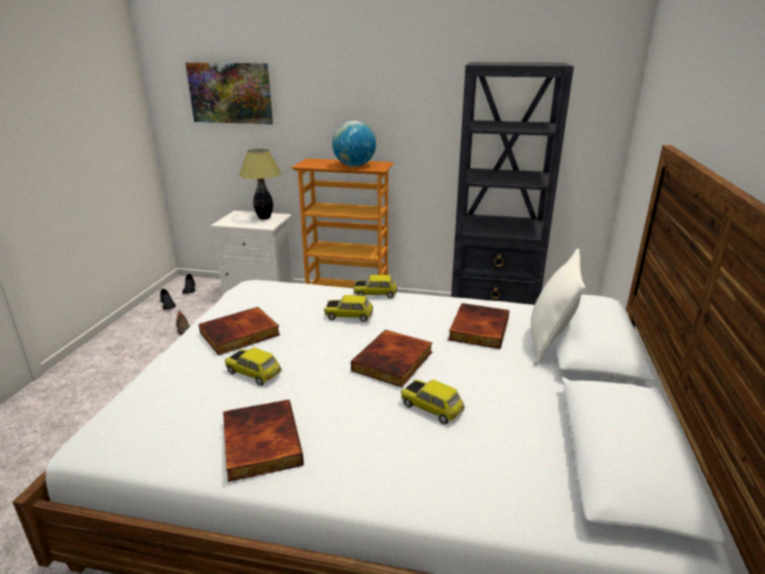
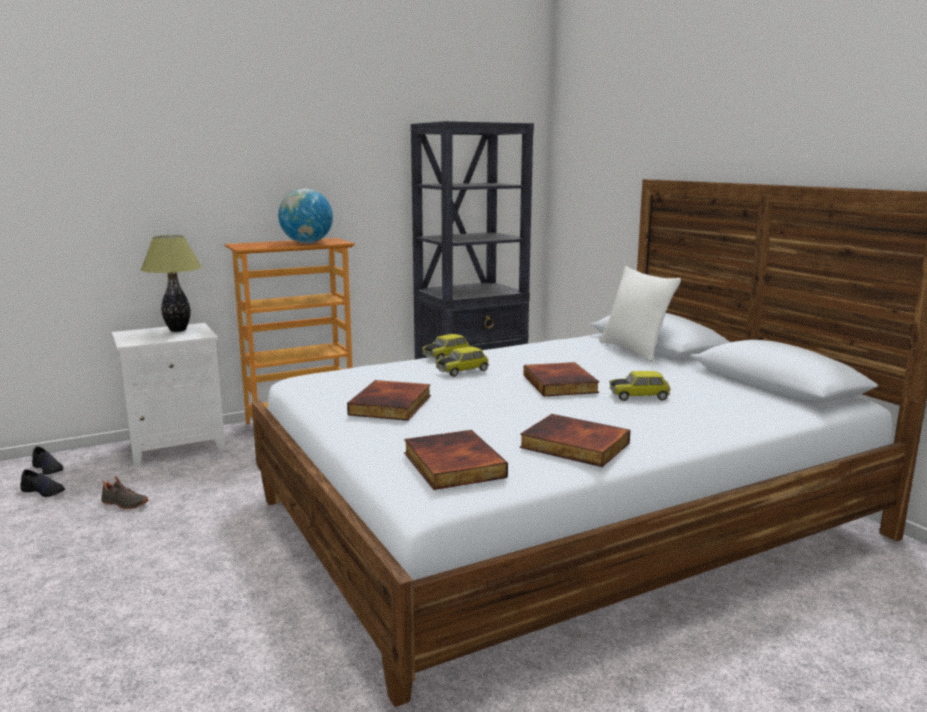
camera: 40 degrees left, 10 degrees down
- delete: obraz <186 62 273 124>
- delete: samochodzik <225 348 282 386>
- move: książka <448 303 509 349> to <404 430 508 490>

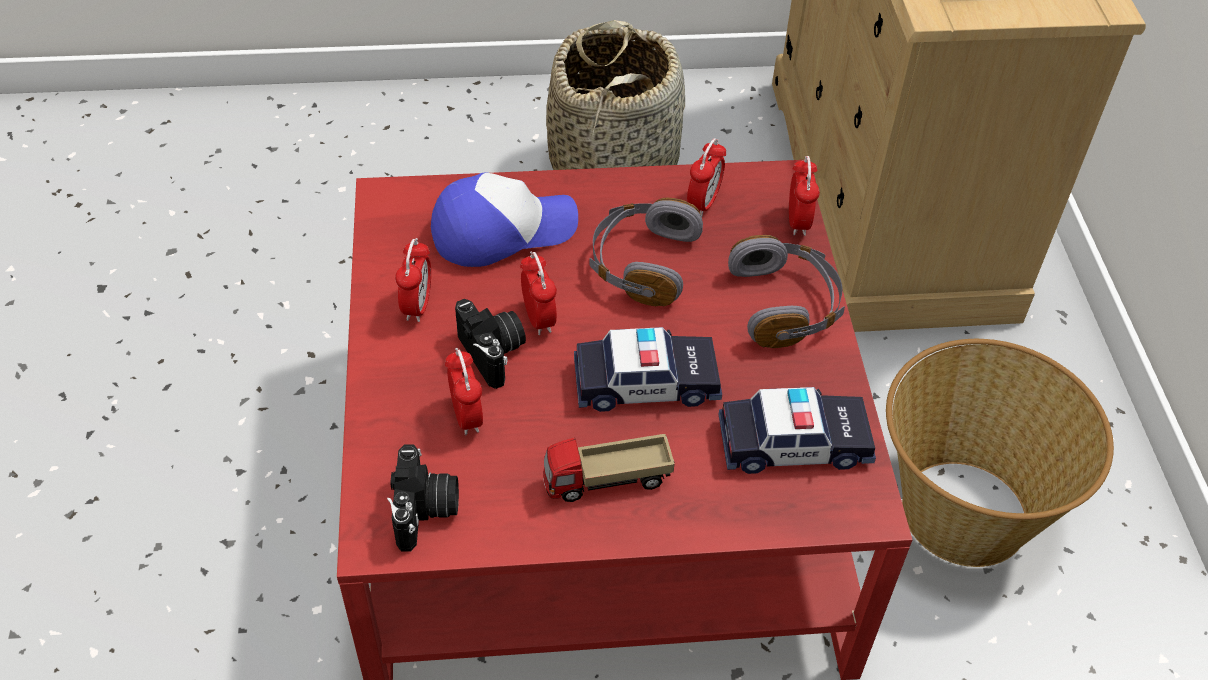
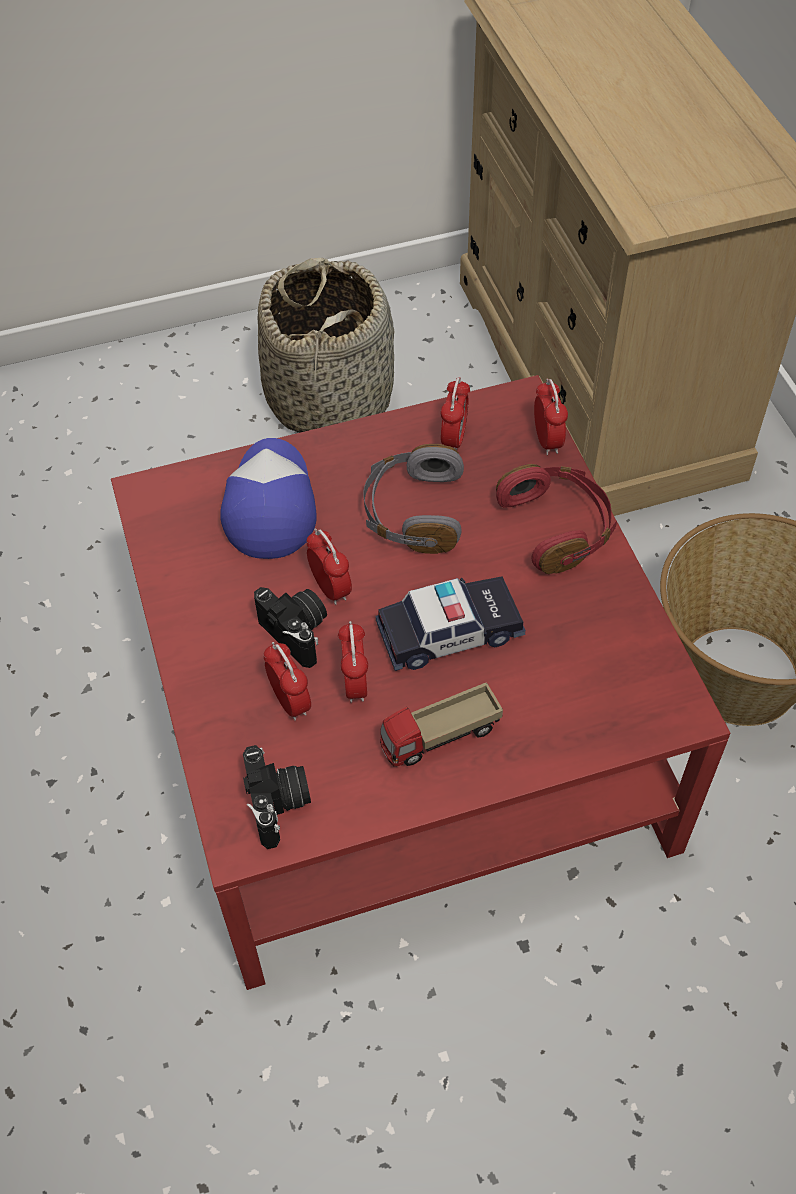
camera: 10 degrees left, 5 degrees up
- move: budzik <395 238 431 322> to <338 621 368 703>
- rotate: czapka z daszkiem <431 172 578 267> = <220 438 317 559> 60 degrees counterclockwise
- delete: samochodzik <719 387 876 474>
- recolor: słuchawki (szary) <728 235 845 348> to słuchawki (czerwony) <496 464 617 574>

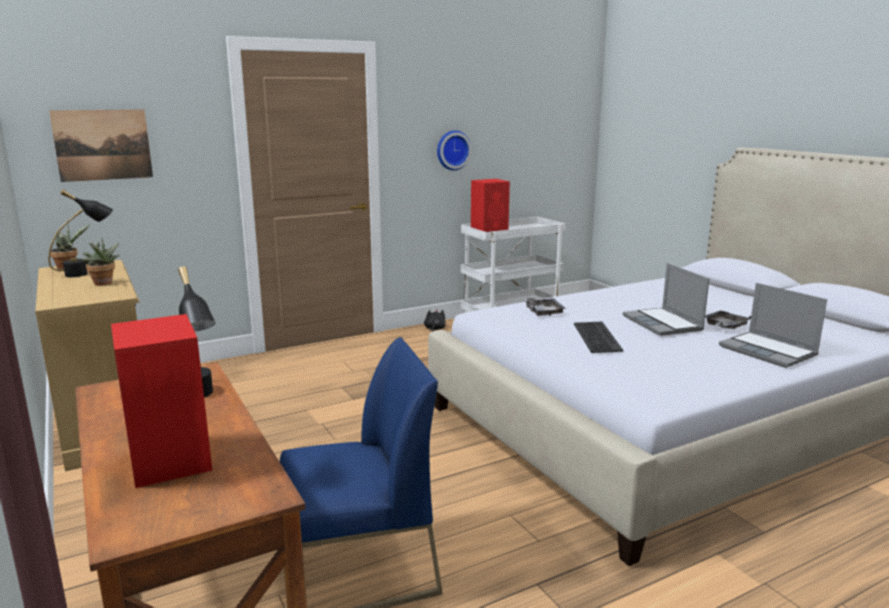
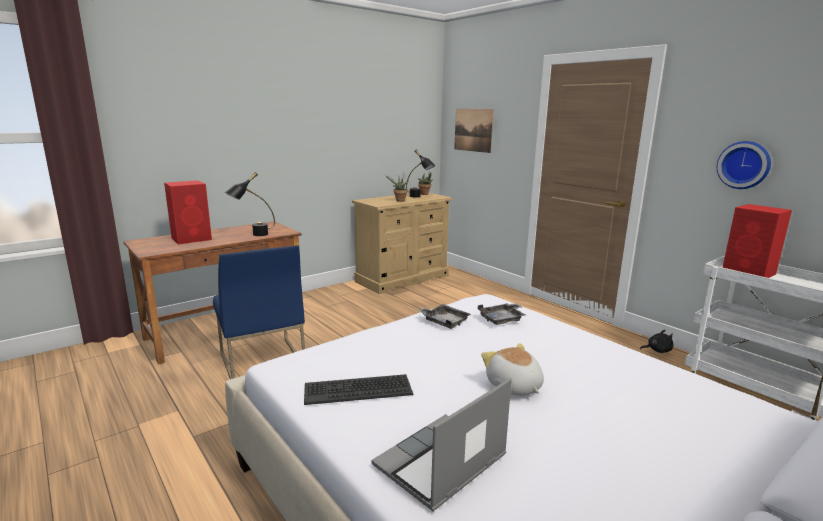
camera: 80 degrees right, 0 degrees up
- move: klawiatura <574 322 623 353> to <304 374 413 405>
- replace: laptop <623 263 709 336> to pluszak <481 343 544 396>
- move: taca (szary) <705 310 751 329> to <417 304 471 329>

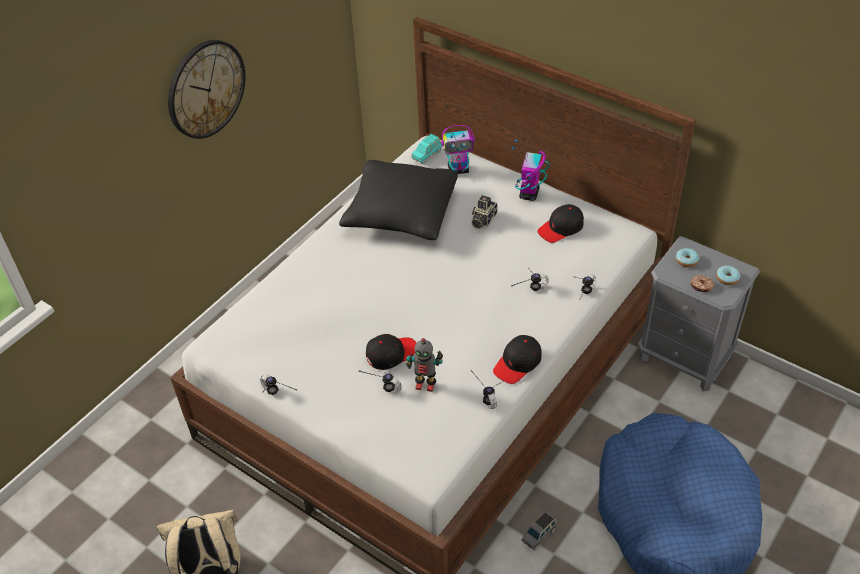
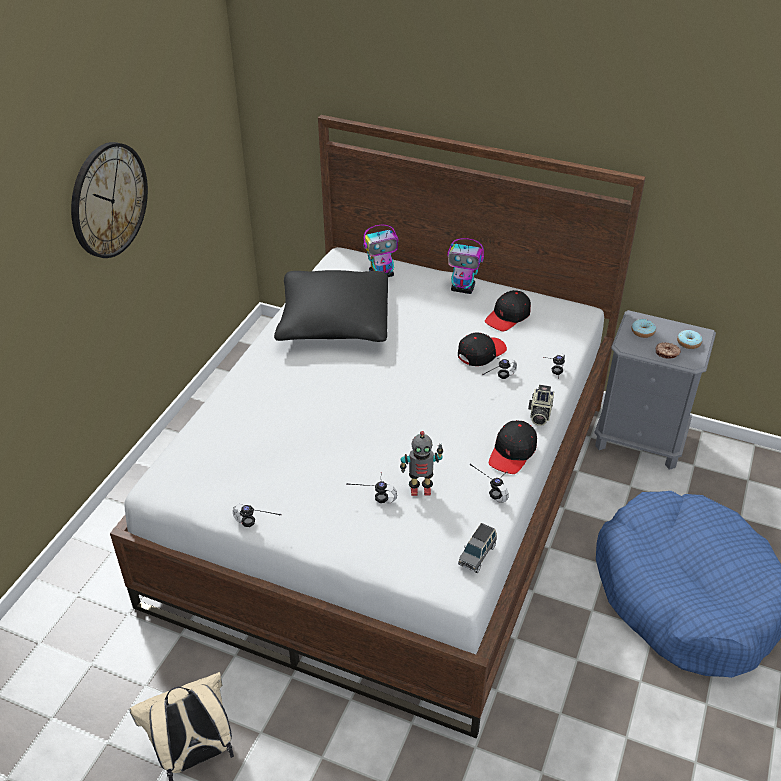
camera: 15 degrees left, 5 degrees down
- move: czapka z daszkiem (czarny) <366 334 417 370> to <458 332 507 366>
- delete: samochodzik (turkusowy) <412 134 442 165>
- move: aparat fotograficzny <471 195 497 229> to <528 385 554 426>
- rotate: robot zabawkowy <512 139 550 201> = <447 238 484 294> 75 degrees counterclockwise
- move: samochodzik (szary) <521 512 557 551> to <458 523 497 573>

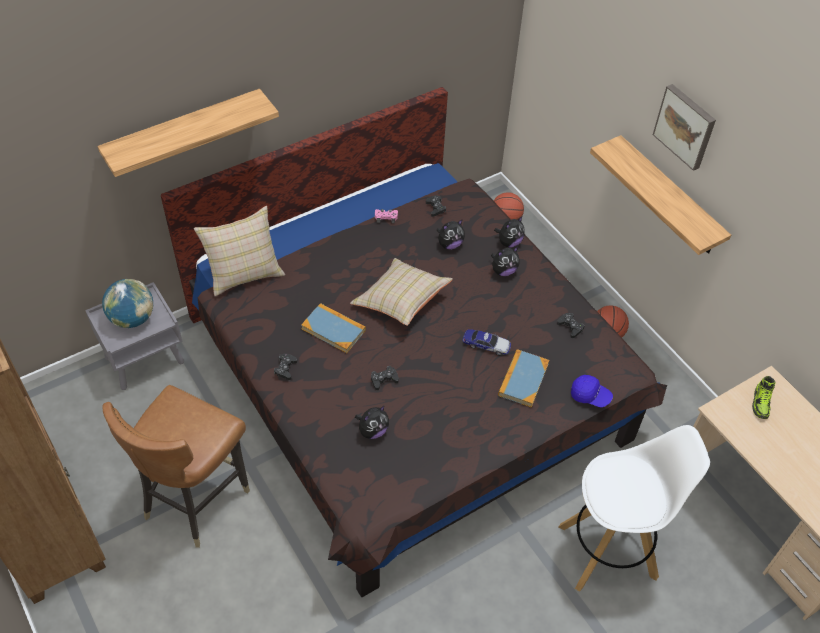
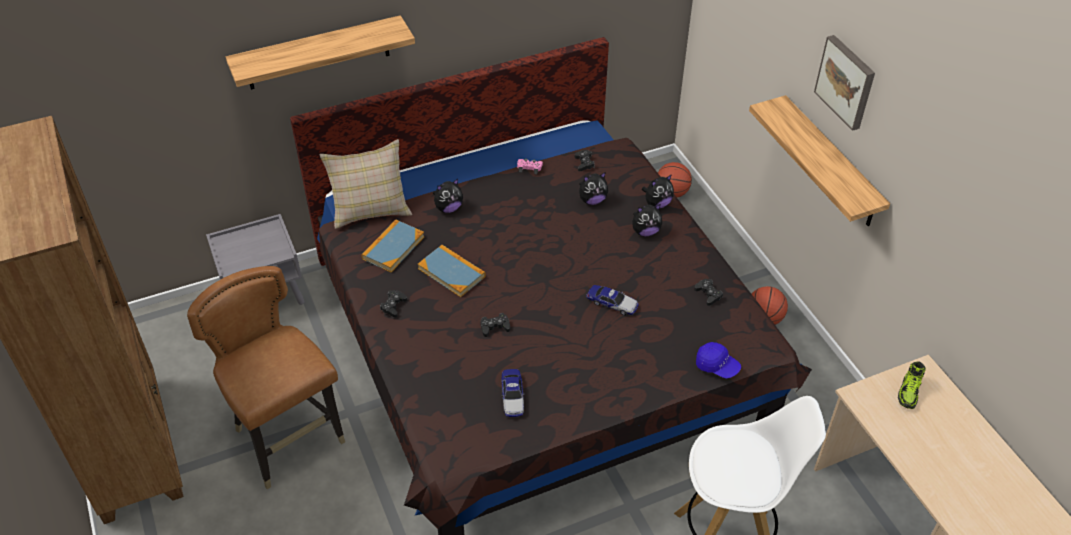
camera: 10 degrees right, 5 degrees down
- delete: globus <102 279 153 328>
- rotate: krzesło (brązowy) <102 385 250 548> = <187 266 345 489> 105 degrees clockwise
- delete: poduszka (beżowy) <350 258 453 326>
- move: pluszak <355 405 389 439> to <433 179 463 213>
- move: książka <498 349 549 408> to <361 220 424 272>
- insert: samochodzik <501 369 524 417>

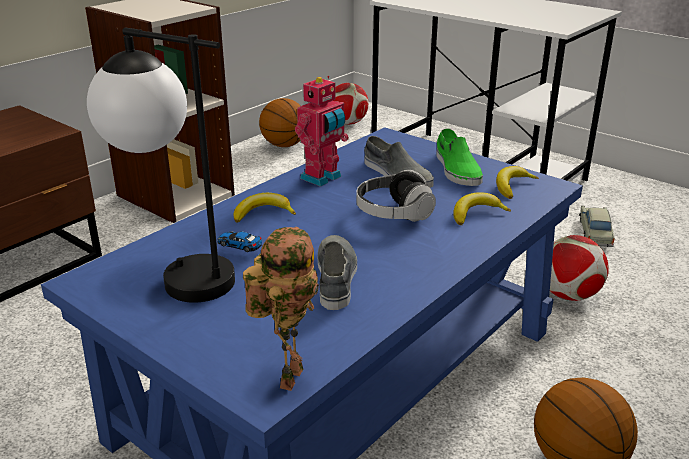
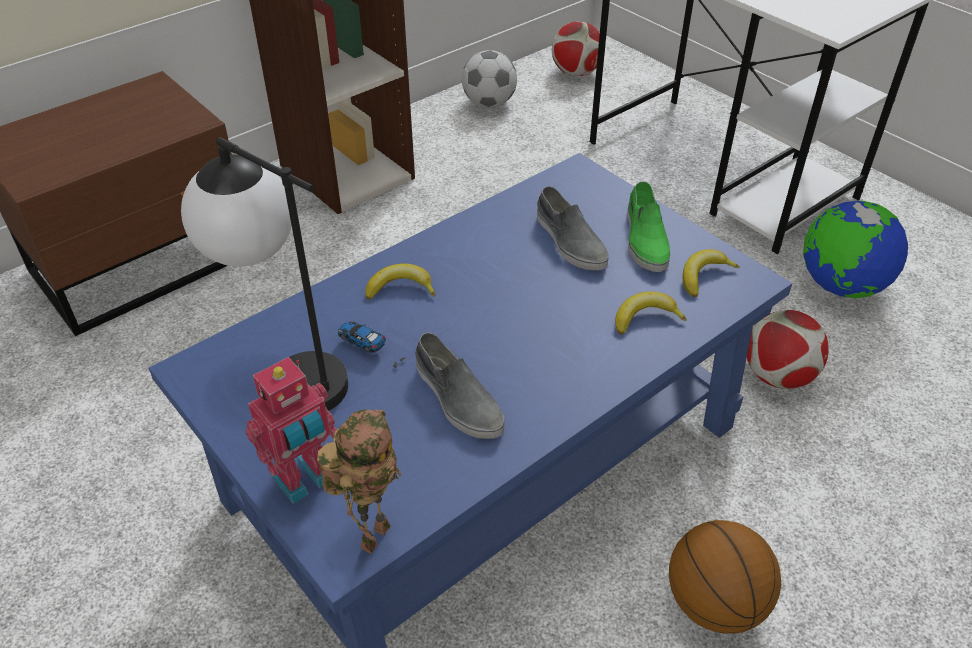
camera: 10 degrees right, 15 degrees up
- replace: piłka do koszykówki <259 98 301 147> to piłka futbolowa <462 50 517 108>
- move: robot zabawkowy <295 76 349 187> to <245 357 337 504>
- rotate: but (szary) <318 235 357 310> = <415 332 504 439> 135 degrees clockwise
- delete: słuchawki <356 170 436 222>
- replace: samochodzik (beżowy) <579 205 615 247> to globus <803 200 908 298>

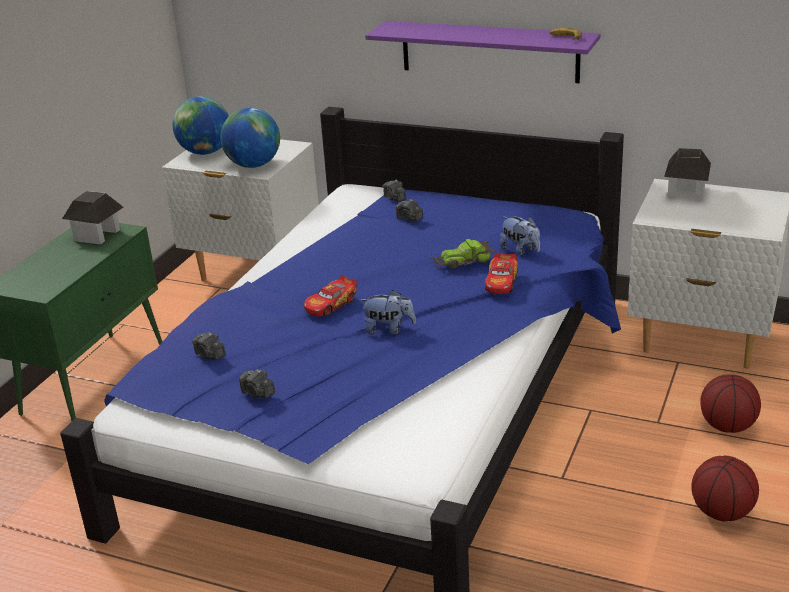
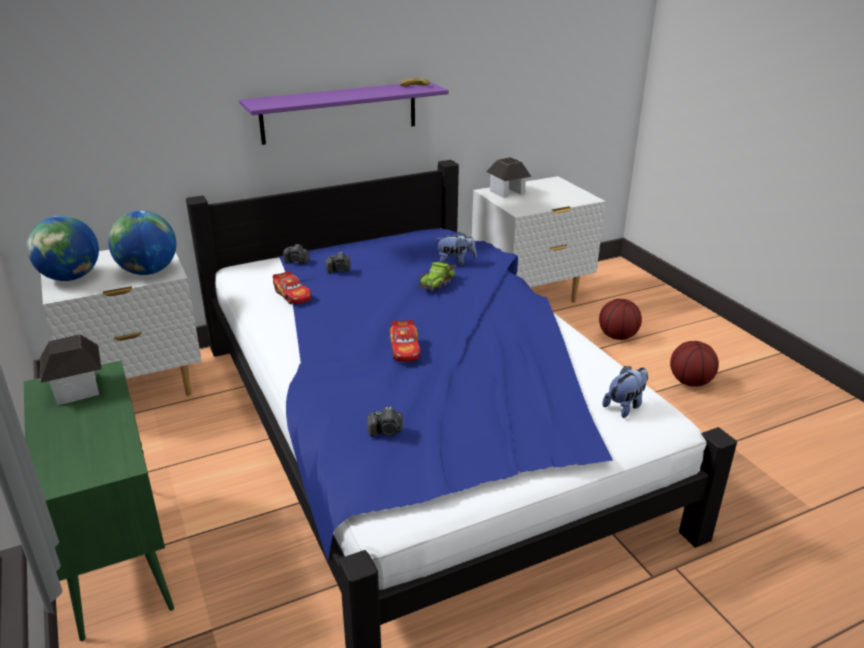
camera: 50 degrees left, 0 degrees up
- delete: aparat fotograficzny <239 369 275 398>
- move: pluszak <360 290 416 334> to <603 366 648 418>
- move: samochodzik <485 253 518 294> to <273 271 311 304>

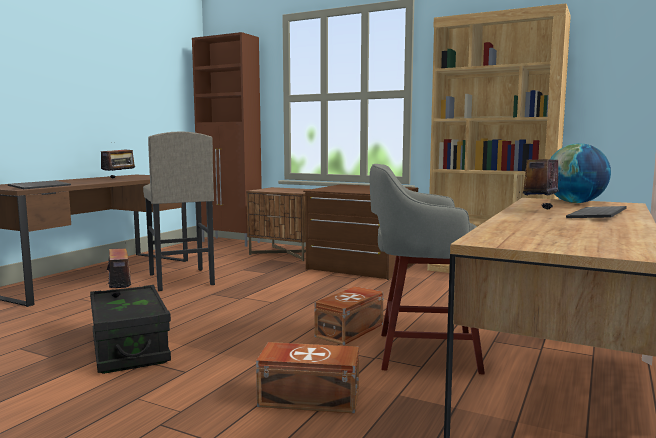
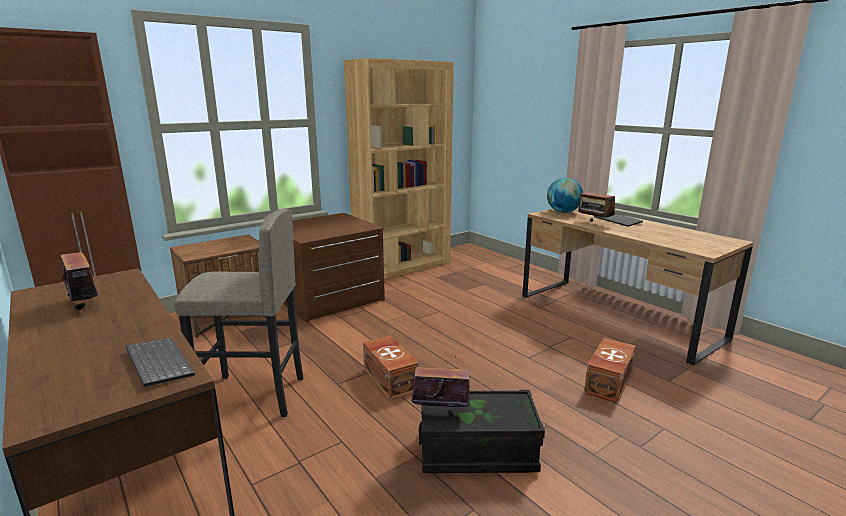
camera: 65 degrees left, 10 degrees up
- move: pojemnik do przechowywania (brązowy) <314 286 383 345> to <363 336 419 400>
- delete: stołek (szary) <370 164 485 374>

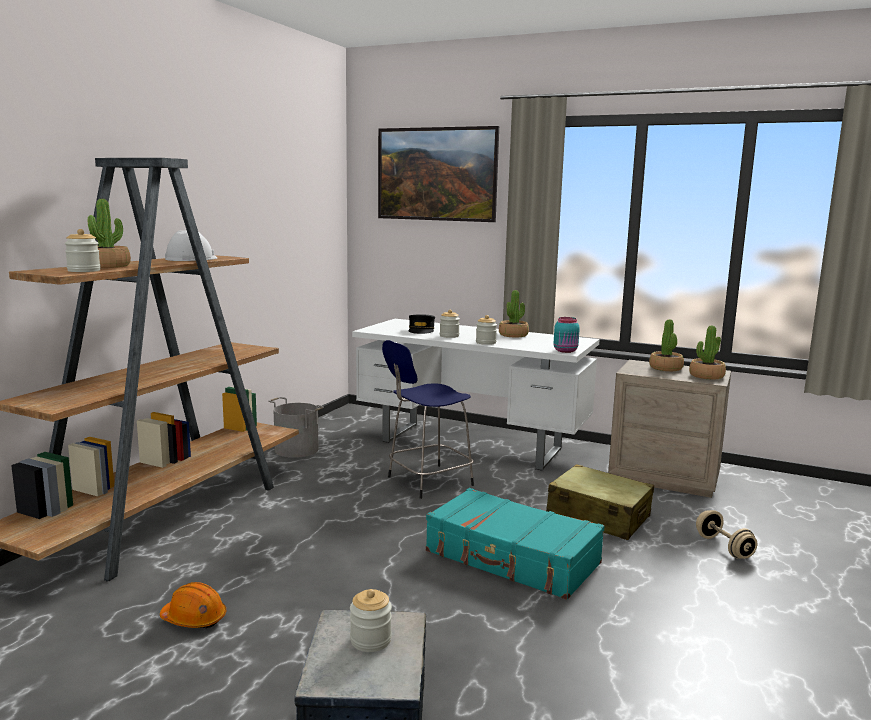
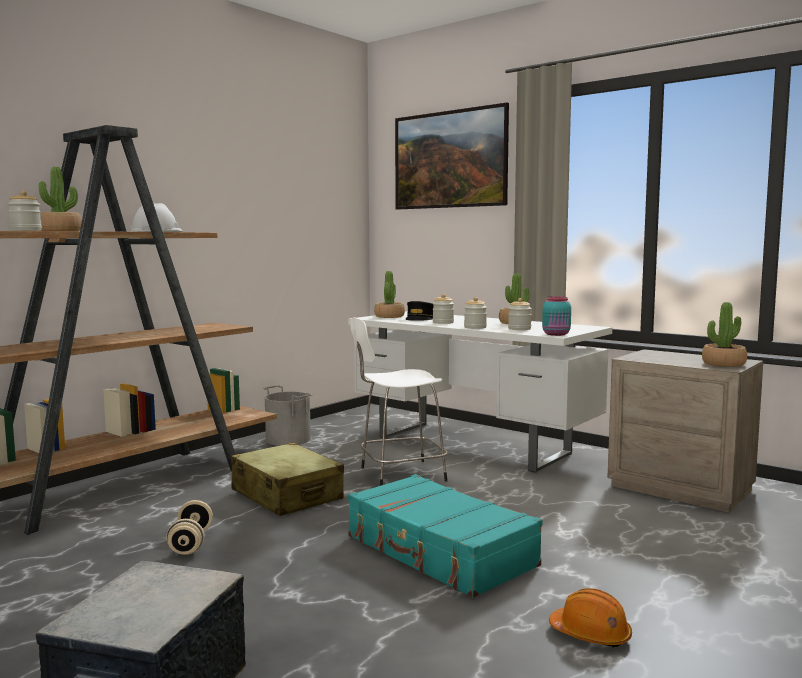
camera: 15 degrees right, 5 degrees down
- move: kask (pomarańczowy) <160 582 226 628> to <549 588 632 648>
- move: słoik <350 589 392 652> to <508 298 532 330>
- recolor: stołek (niebieski) <382 340 474 499> to stołek (biały) <351 317 448 486>
- move: walizka (beżowy) <546 464 654 540> to <231 442 344 516>
- move: roślina doniczkowa <649 319 684 371> to <374 271 405 318>
- move: hantel (beżowy) <696 510 757 559> to <166 500 213 555>

